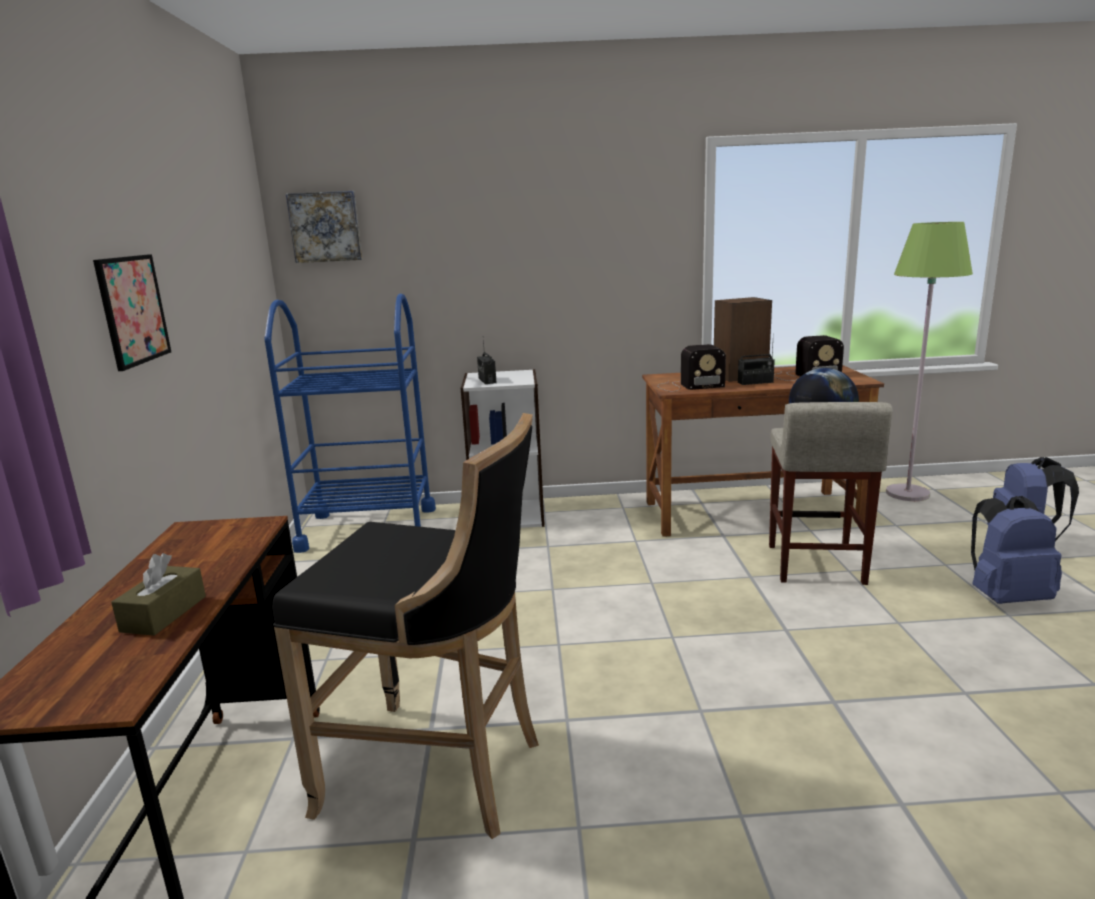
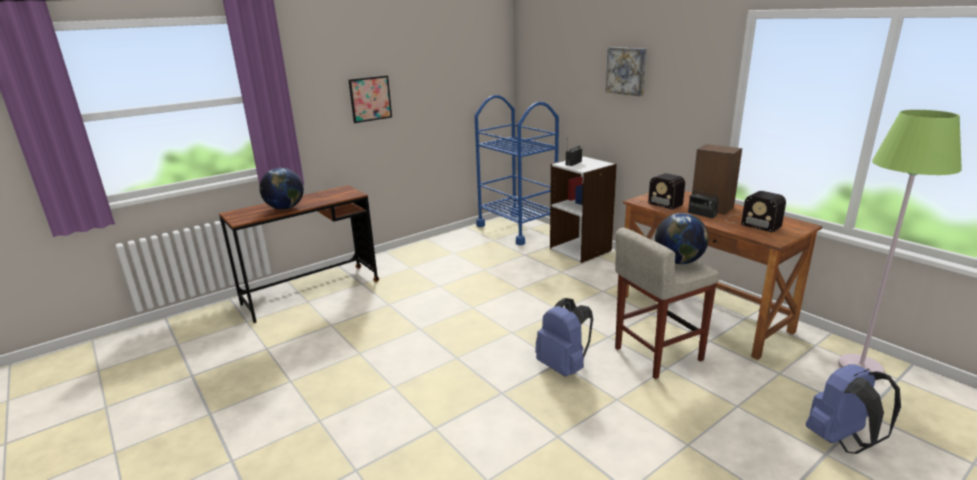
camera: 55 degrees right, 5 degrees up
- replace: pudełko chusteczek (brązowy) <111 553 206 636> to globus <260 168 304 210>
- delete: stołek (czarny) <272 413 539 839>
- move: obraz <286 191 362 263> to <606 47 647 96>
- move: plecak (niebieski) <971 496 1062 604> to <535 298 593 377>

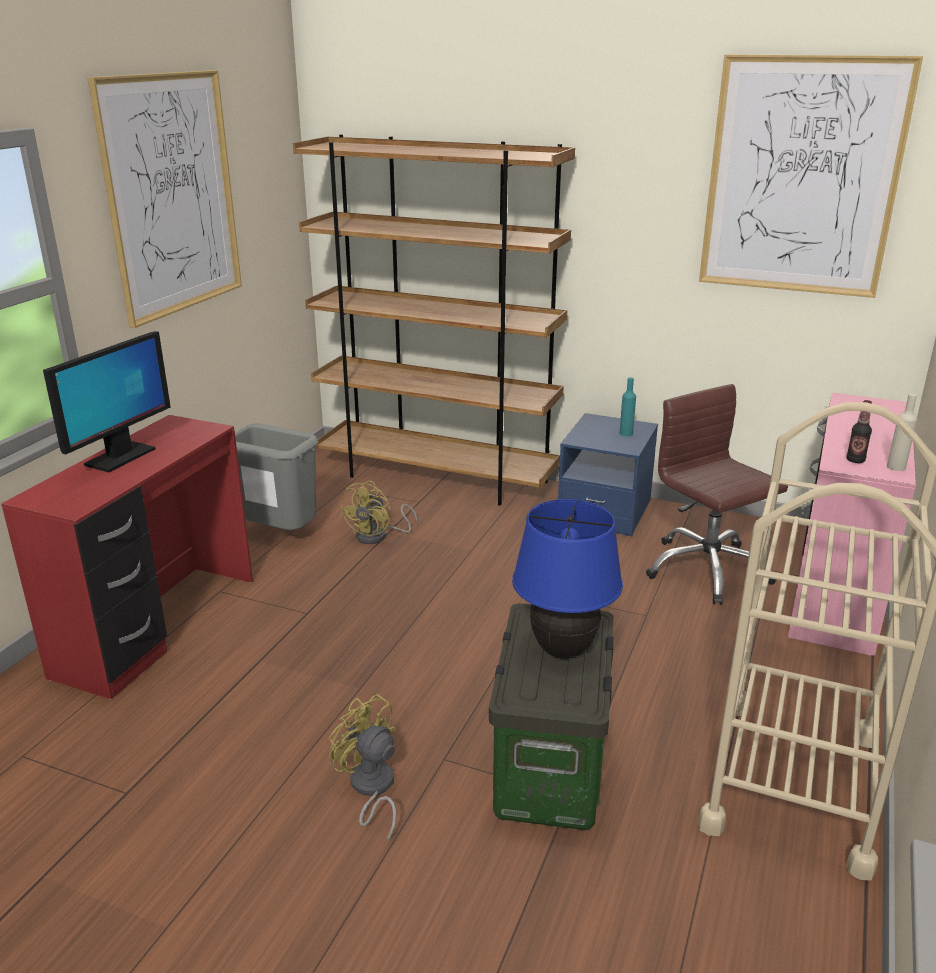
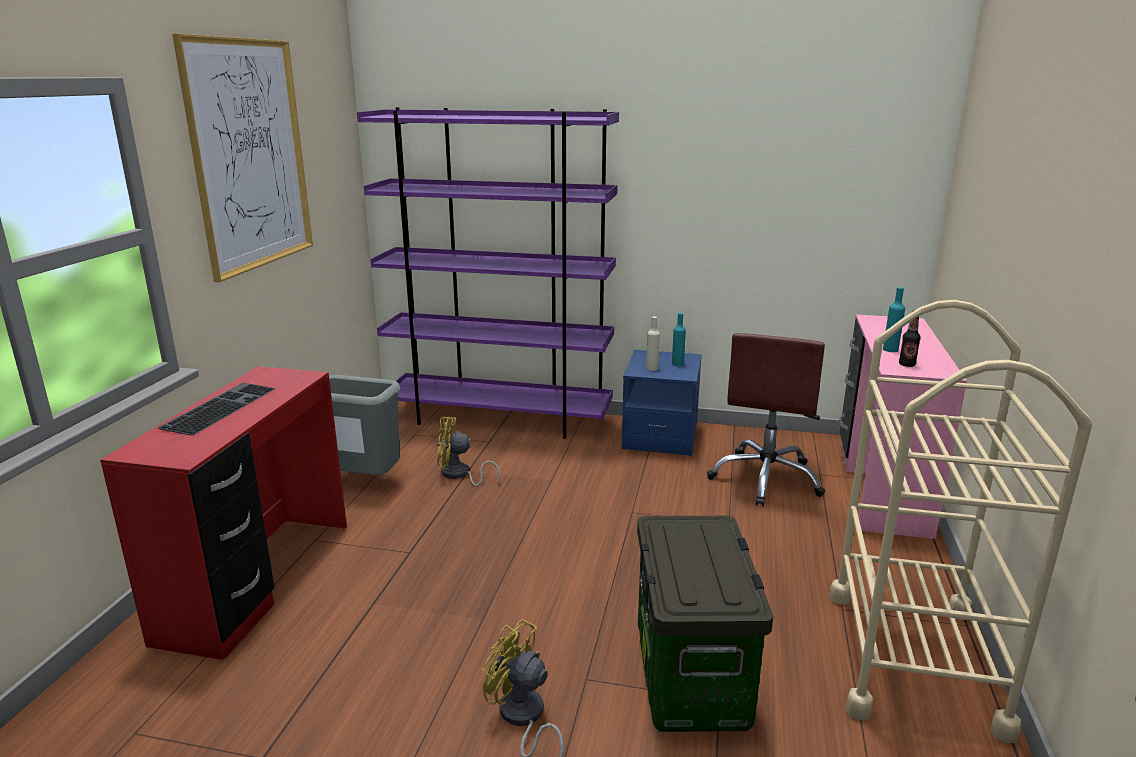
camera: 10 degrees left, 5 degrees down
- replace: monitor <43 331 171 472> to klawiatura <157 383 276 436>
- recolor: regał (brązowy) <293 134 575 506> to regał (fioletowy) <357 107 619 439>
- rotate: wentylator (żółty) <340 481 417 544> = <437 416 500 486> 75 degrees clockwise
- delete: lampa stołowa (niebieski) <512 499 623 659>
- rotate: krzesło biurowe (brązowy) <646 384 788 605> = <707 333 825 506> 120 degrees counterclockwise
- delete: obraz <699 54 923 298>
- move: butelka (beżowy) <887 394 917 471> to <646 317 660 371>
- insert: butelka (turkusowy) <883 287 905 352>

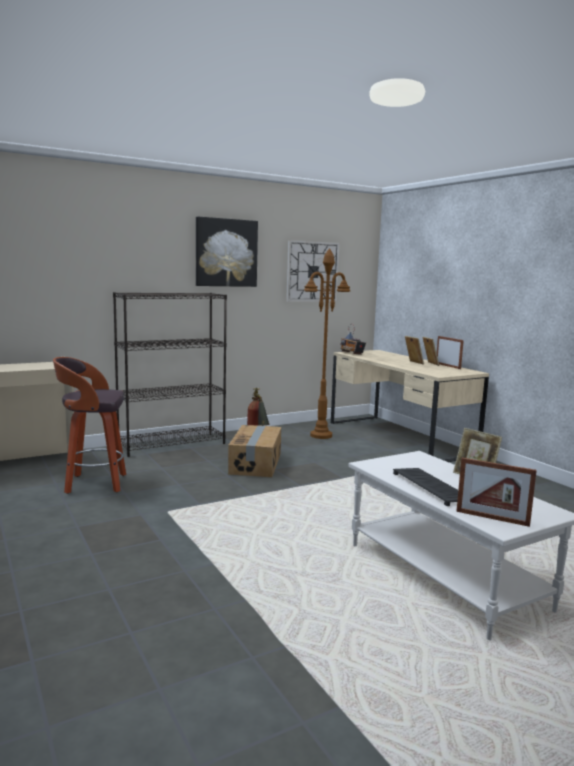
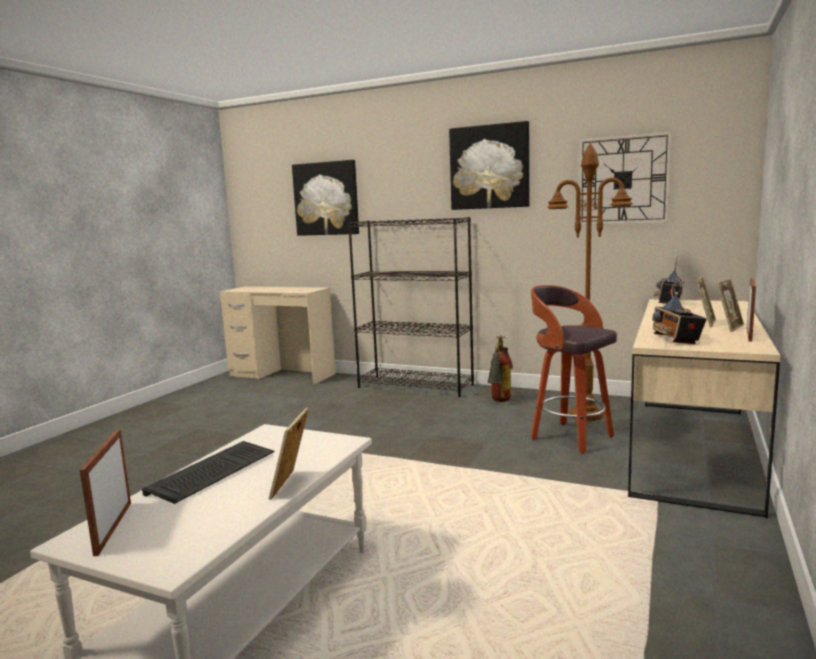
camera: 55 degrees right, 0 degrees up
- move: stołek <53 357 126 494> to <531 285 617 453>
- delete: karton <228 425 282 477>
- insert: obraz <292 160 359 236>
- insert: radio <652 276 707 344>

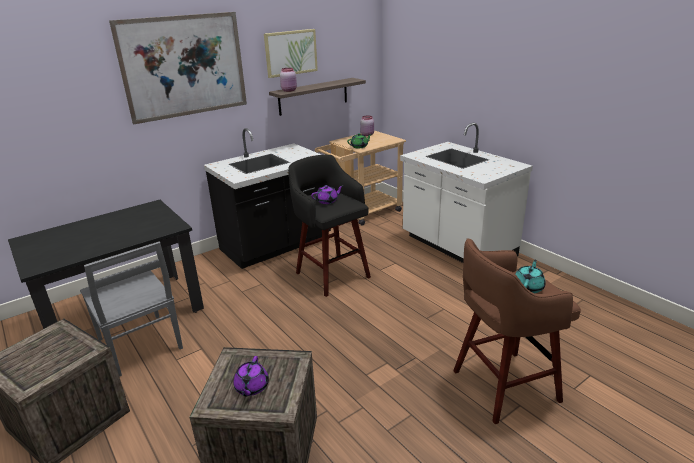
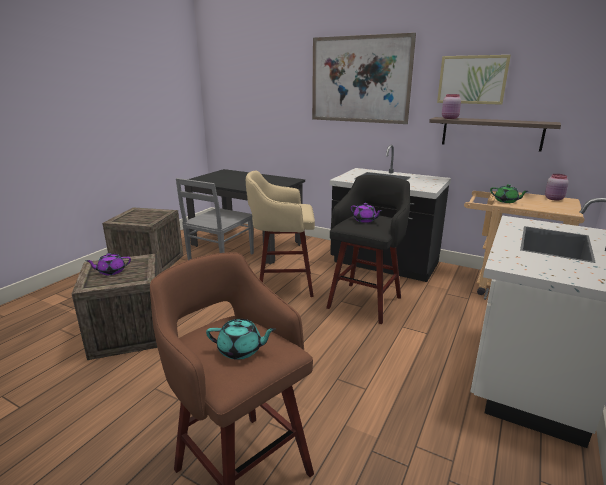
camera: 65 degrees right, 5 degrees down
- insert: stołek (beżowy) <246 171 315 297>

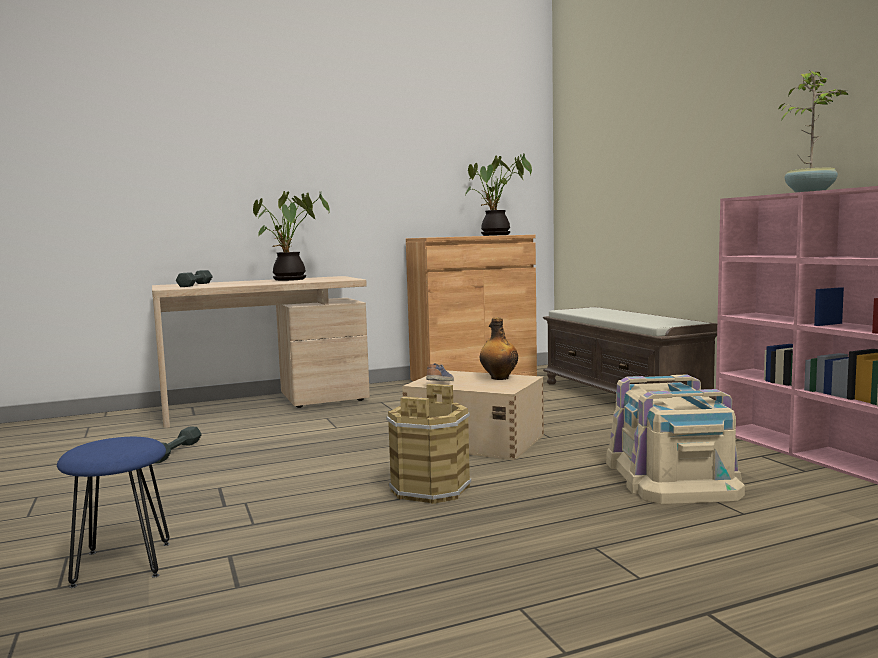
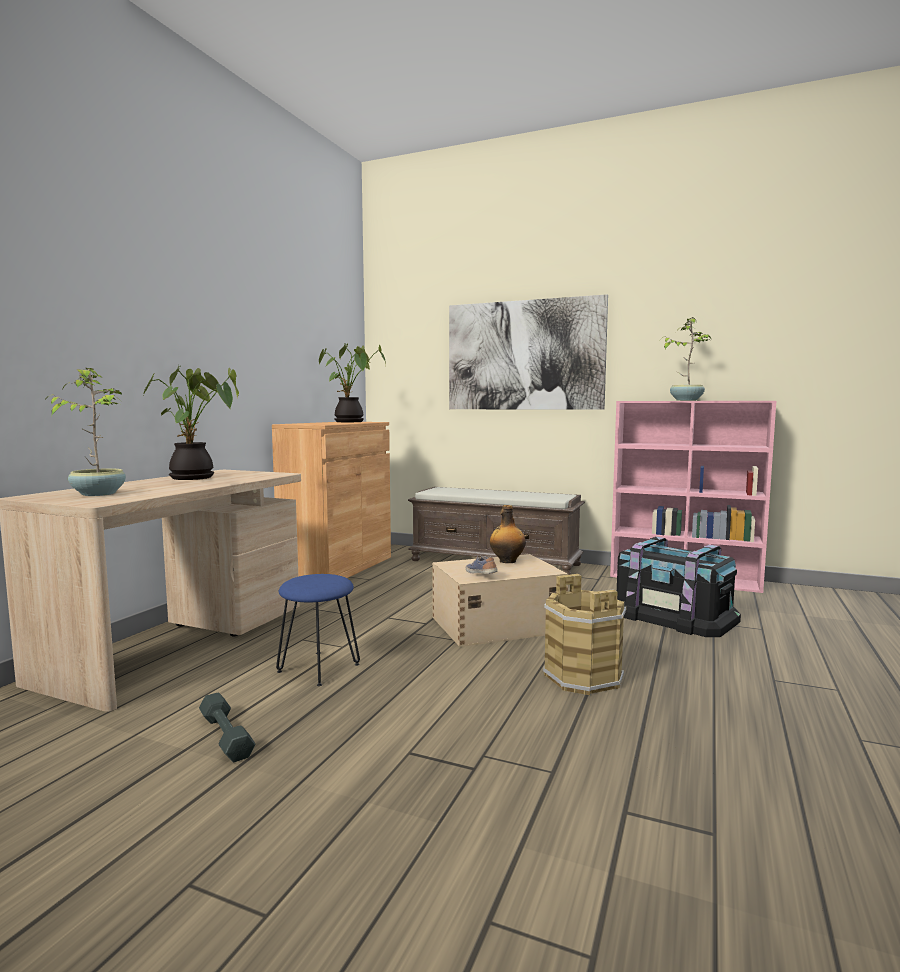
camera: 45 degrees left, 0 degrees up
- move: stołek (niebieski) <57 437 170 588> to <276 574 360 686>
- replace: hantel (szary) <176 270 213 287> to roślina doniczkowa <44 367 126 496>
- recolor: pojemnik do przechowywania (beżowy) <606 374 745 504> to pojemnik do przechowywania (czarny) <617 537 741 637>
- insert: obraz <449 294 608 410>

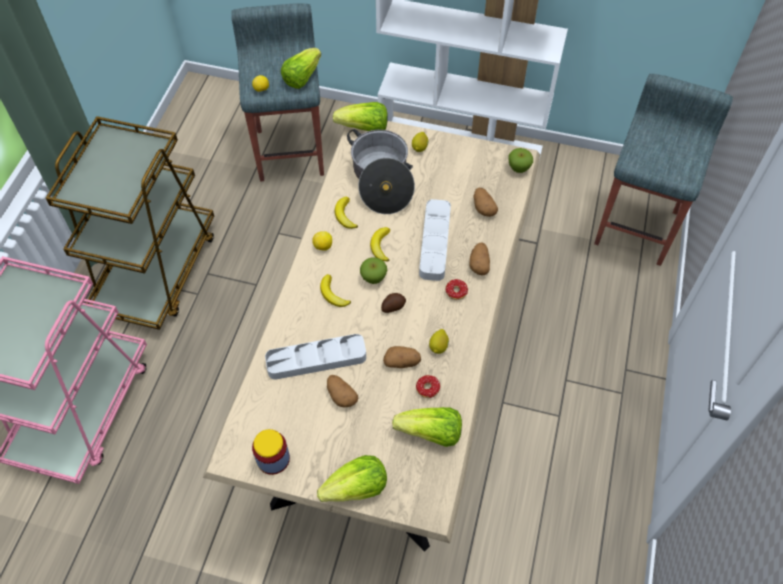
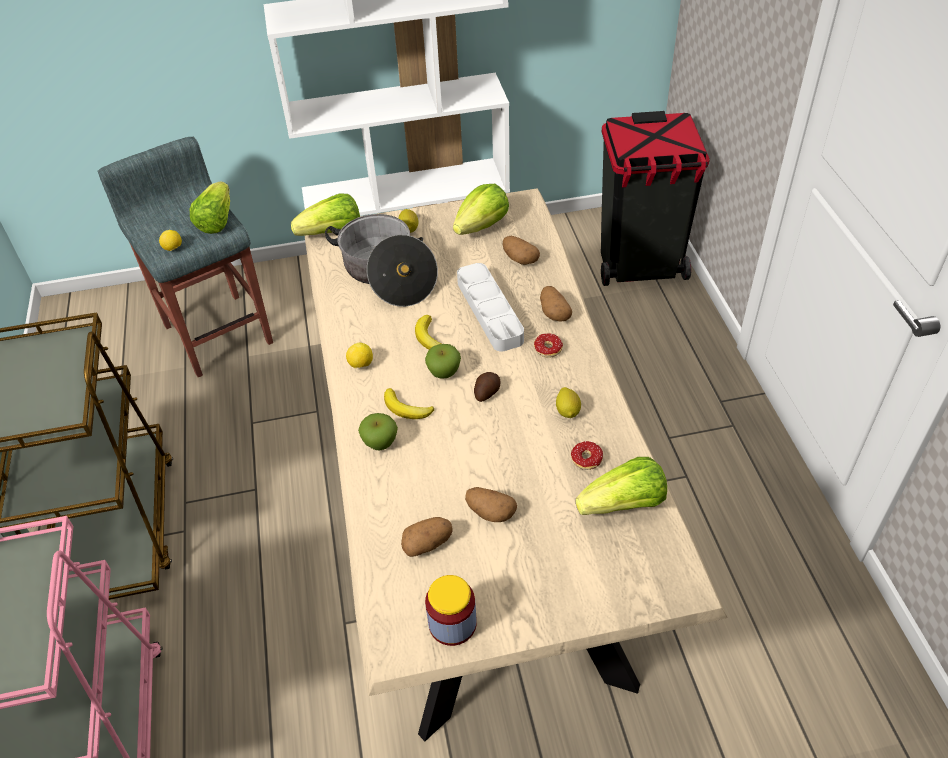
camera: 25 degrees left, 10 degrees down
- delete: taca (szary) <265 334 366 380>
- move: sałata <317 455 387 502> to <453 184 509 235>
- delete: banan <335 197 358 229>
- move: ziemniak <383 346 421 368> to <401 517 453 557>
- move: jabłko <508 148 533 173> to <358 413 398 450>
- replace: stołek (szary) <594 74 733 266> to kosz na śmieci (czarny) <601 111 710 286>

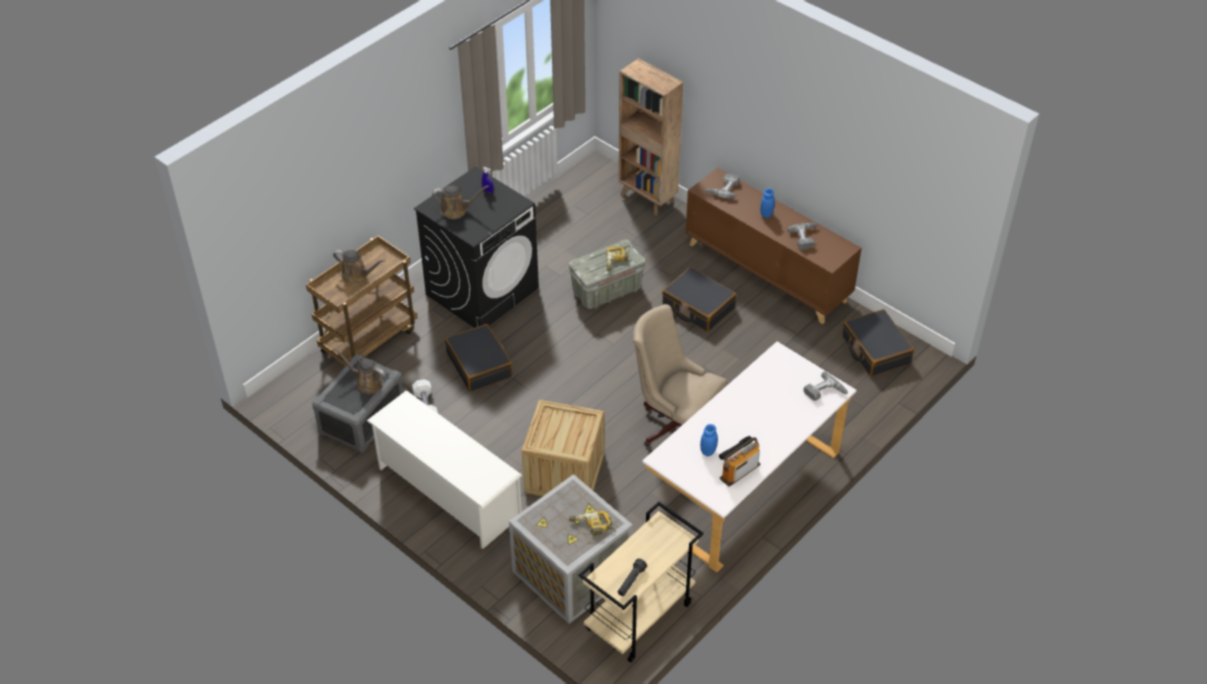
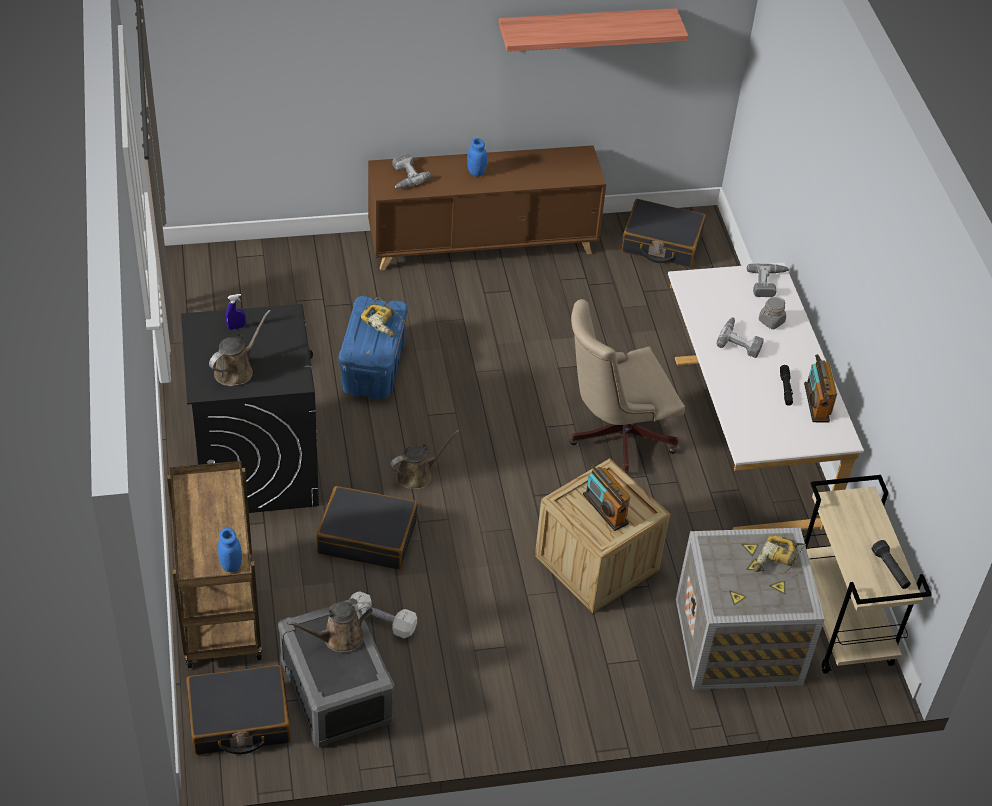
camera: 55 degrees left, 0 degrees up
- move: konewka (brązowy) <333 250 385 284> to <390 430 460 489>
- delete: regał na buty (biały) <367 390 522 549>
- recolor: pojemnik do przechowywania (szary) <569 240 645 309> to pojemnik do przechowywania (niebieski) <339 296 407 400>
- delete: regał (brązowy) <618 58 683 216>
- move: walizka (czarny) <662 267 736 332> to <186 665 291 755>
- move: słoik (niebieski) <700 424 718 456> to <218 528 242 572>
- move: wiertarka <788 223 818 250> to <717 317 764 358>
- insert: półka <499 8 688 52>
- insert: radio <583 464 630 531>
- insert: słoik (szary) <759 297 786 329>

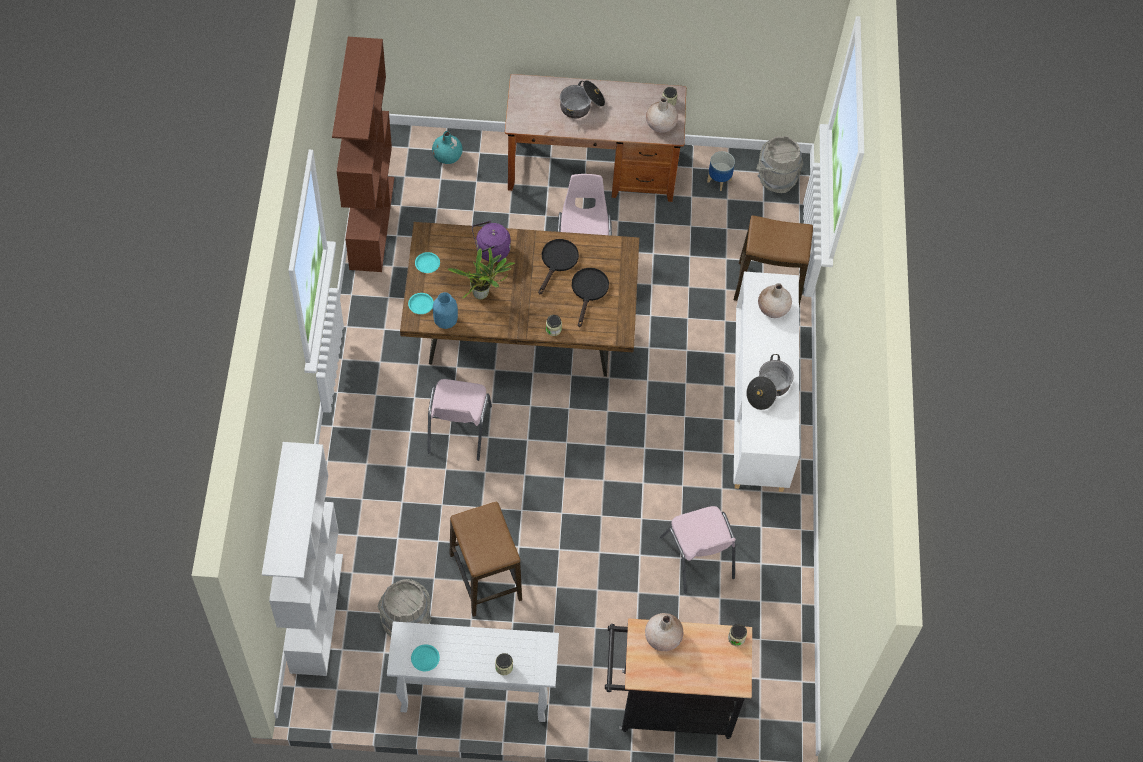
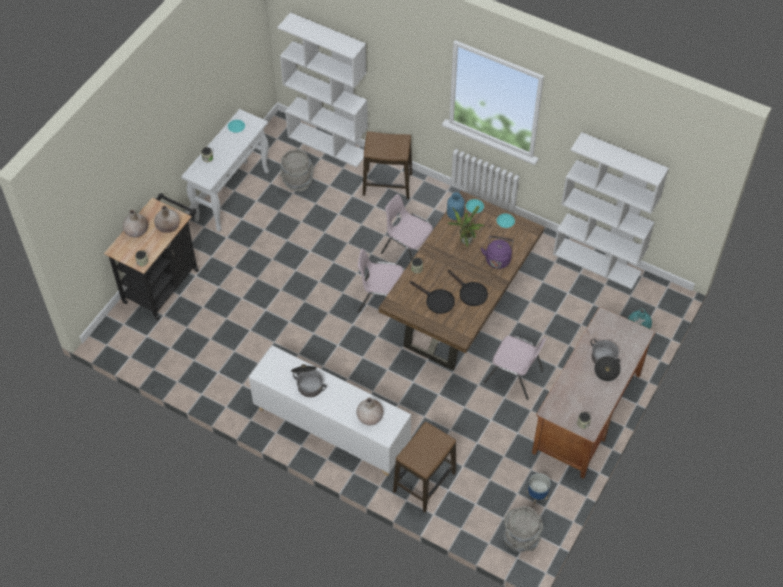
camera: 120 degrees right, 5 degrees down
- recolor: regał (brązowy) <332 37 394 272> to regał (biały) <553 132 669 289>
- move: stołek <449 502 522 617> to <363 131 412 199>
- move: wazon (beżowy) <646 97 678 133> to <123 210 148 238>
- move: krzesło (różowy) <660 506 736 594> to <357 249 404 313>

